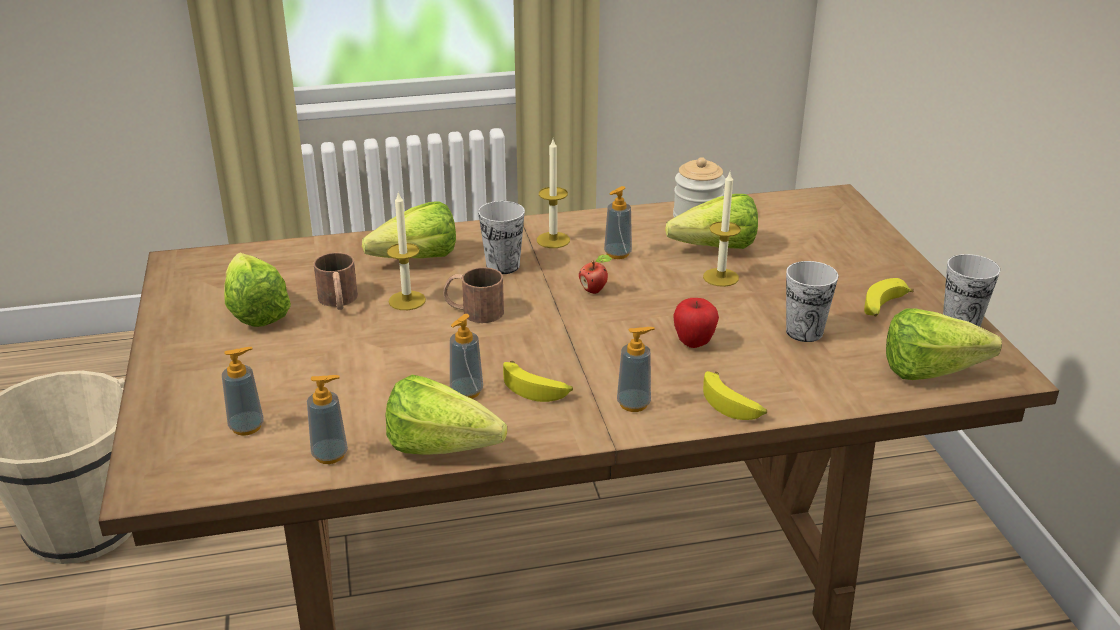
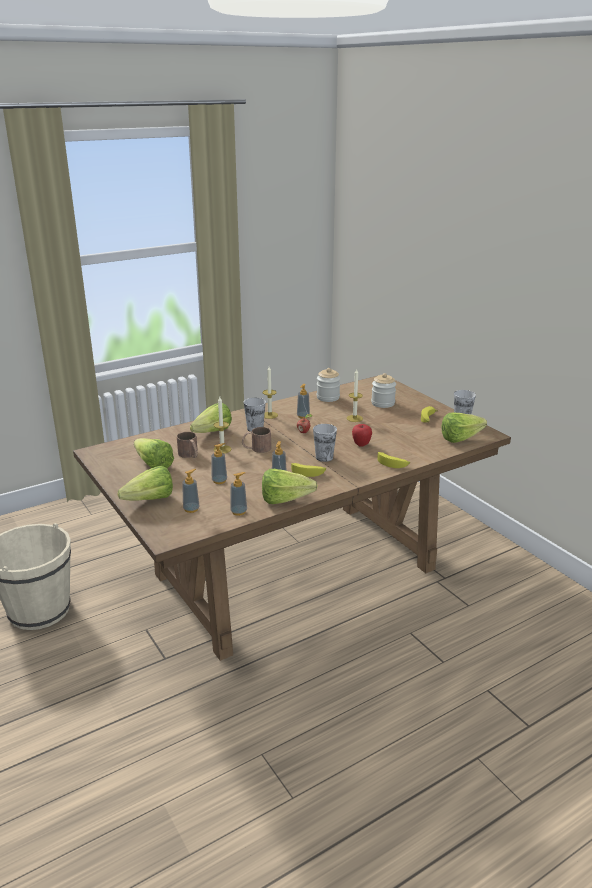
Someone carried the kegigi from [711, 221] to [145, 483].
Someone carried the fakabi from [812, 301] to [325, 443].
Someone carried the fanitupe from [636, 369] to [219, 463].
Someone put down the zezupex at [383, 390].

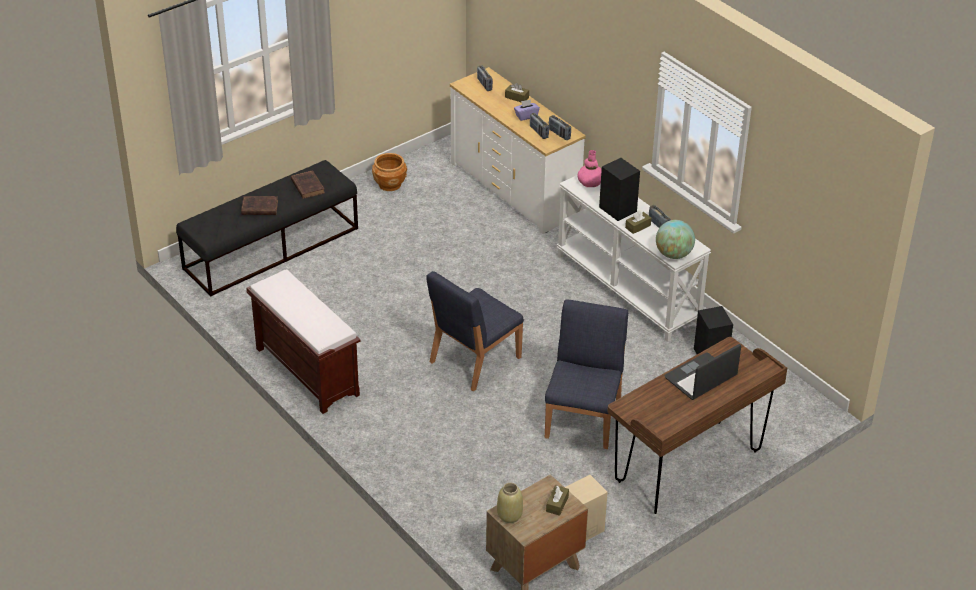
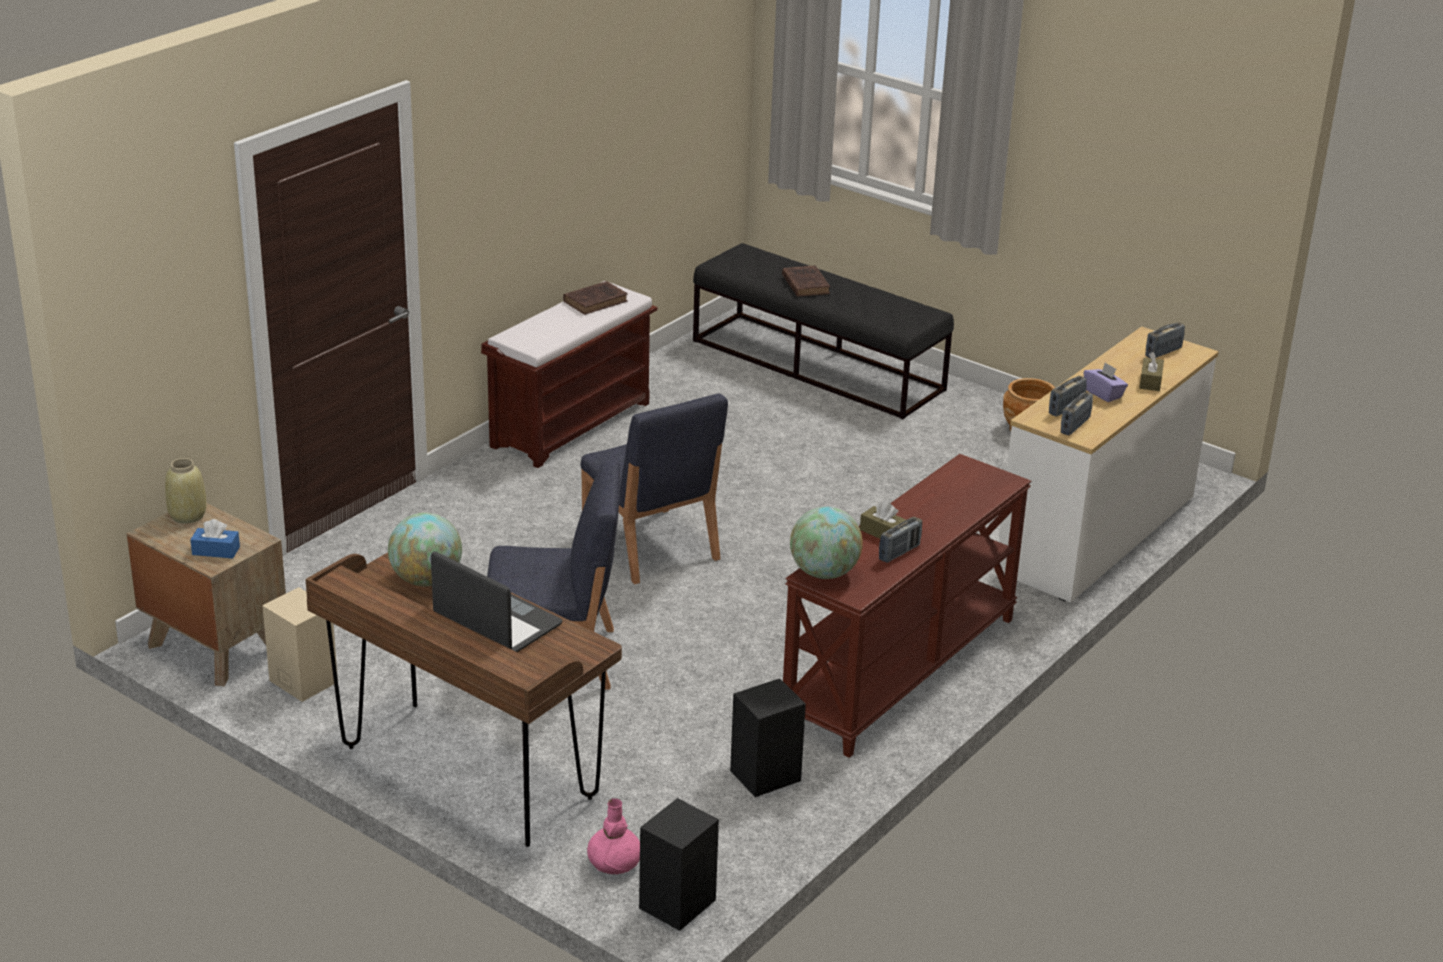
Someone carried the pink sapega from [590, 168] to [613, 836].
Someone carried the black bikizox from [619, 189] to [679, 864].
Someone carried the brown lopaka from [308, 184] to [595, 298].
Someone repainted the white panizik at [634, 258], which became the brown panizik at [907, 606].
Someone rotated the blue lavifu at [475, 331] by 150 degrees counterclockwise.
Someone repainted the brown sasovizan at [557, 500], which became the blue sasovizan at [215, 539].
Someone put down the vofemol at [425, 549].

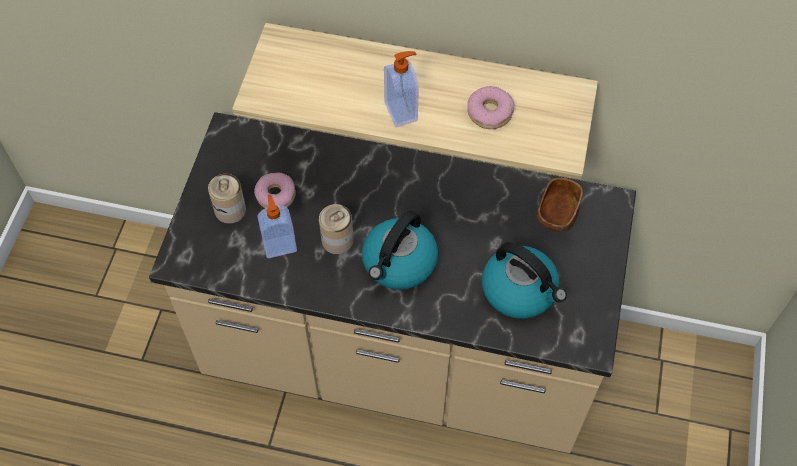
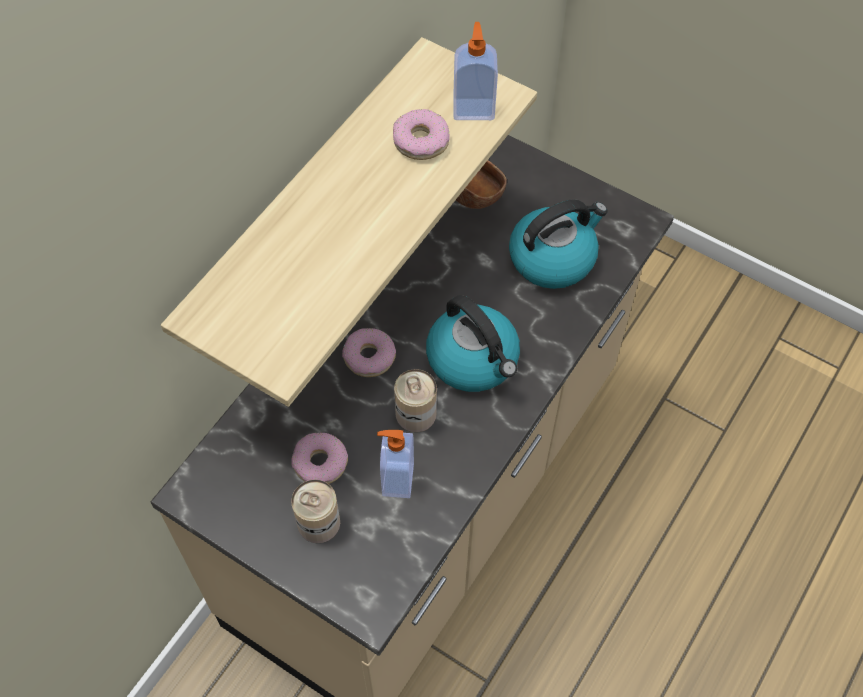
Someone carried the fanitupe from [401, 89] to [475, 71].
Someone put down the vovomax at [369, 352].

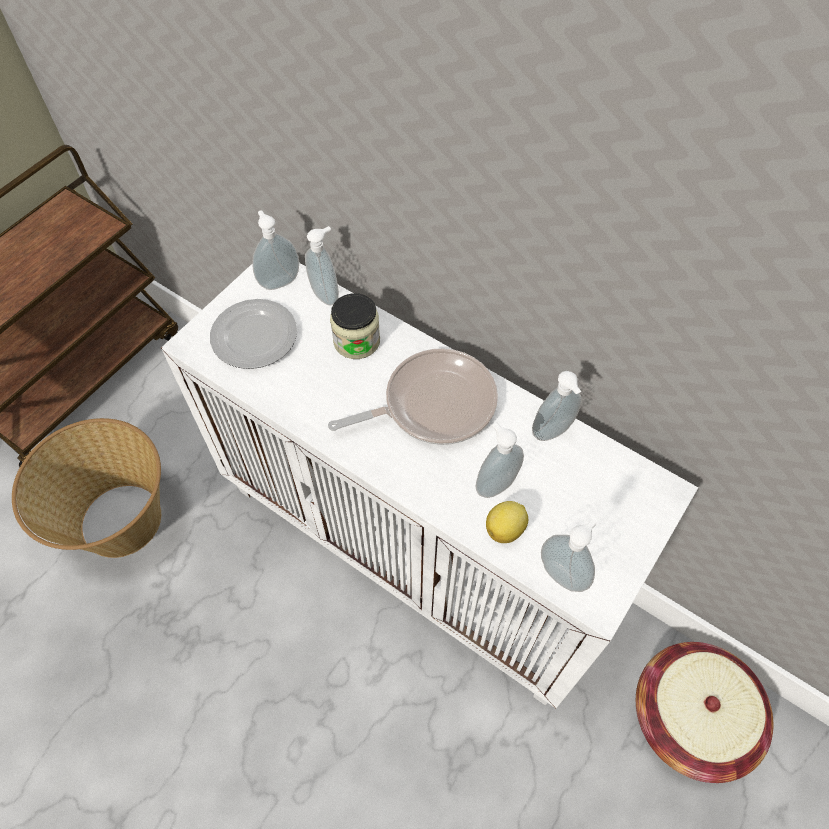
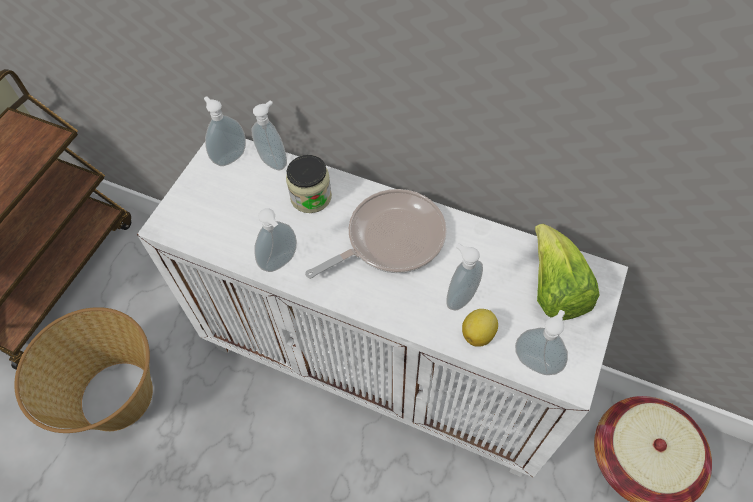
Someone took away the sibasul at [253, 334].
Someone carried the fanitupe from [556, 406] to [275, 240].
Someone put down the kegigi at [567, 272].

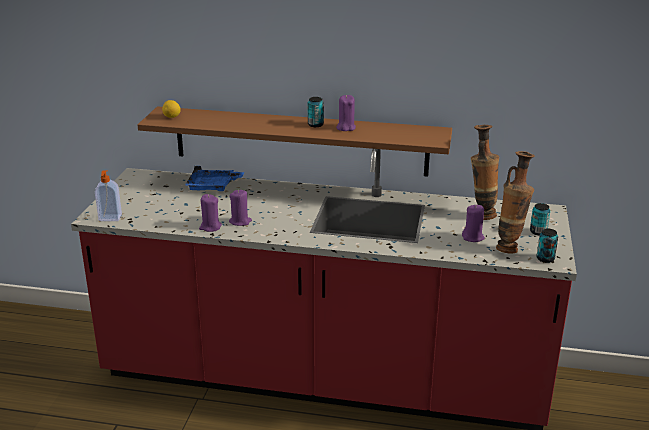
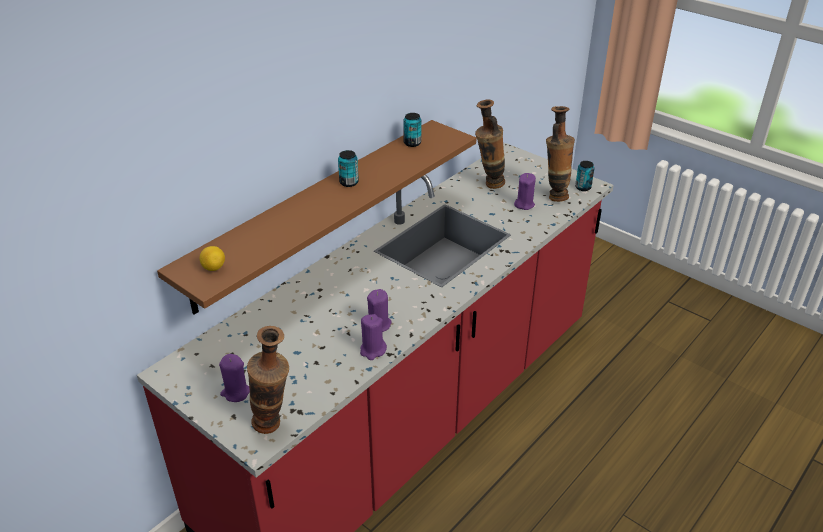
Someone carried the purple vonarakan from [346, 113] to [234, 378].
Someone took away the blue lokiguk at [214, 178].
Someone swapped the fanitupe at [108, 195] for the sapega at [268, 380].
Someone carried the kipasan from [540, 219] to [412, 130].

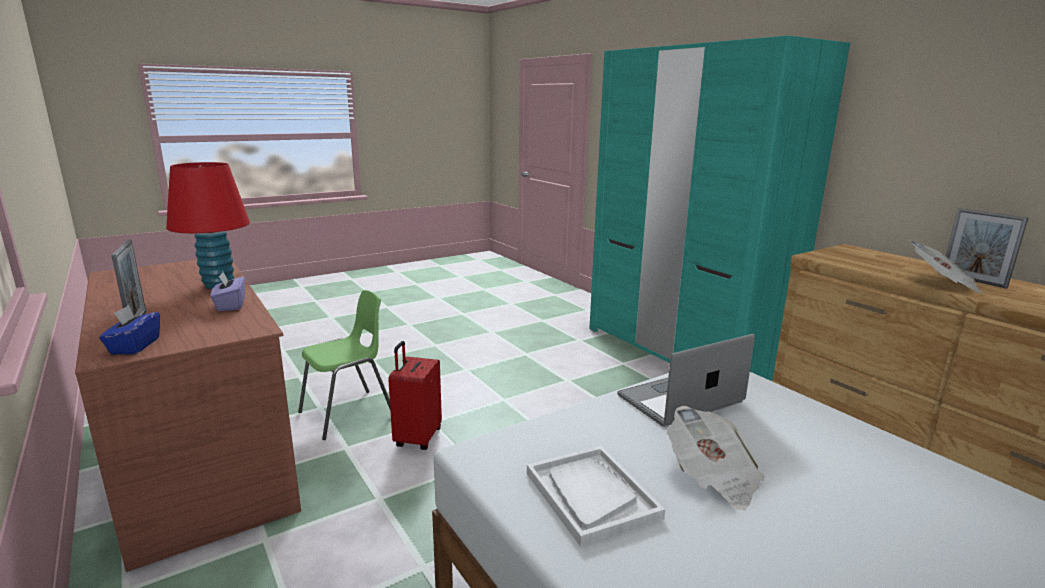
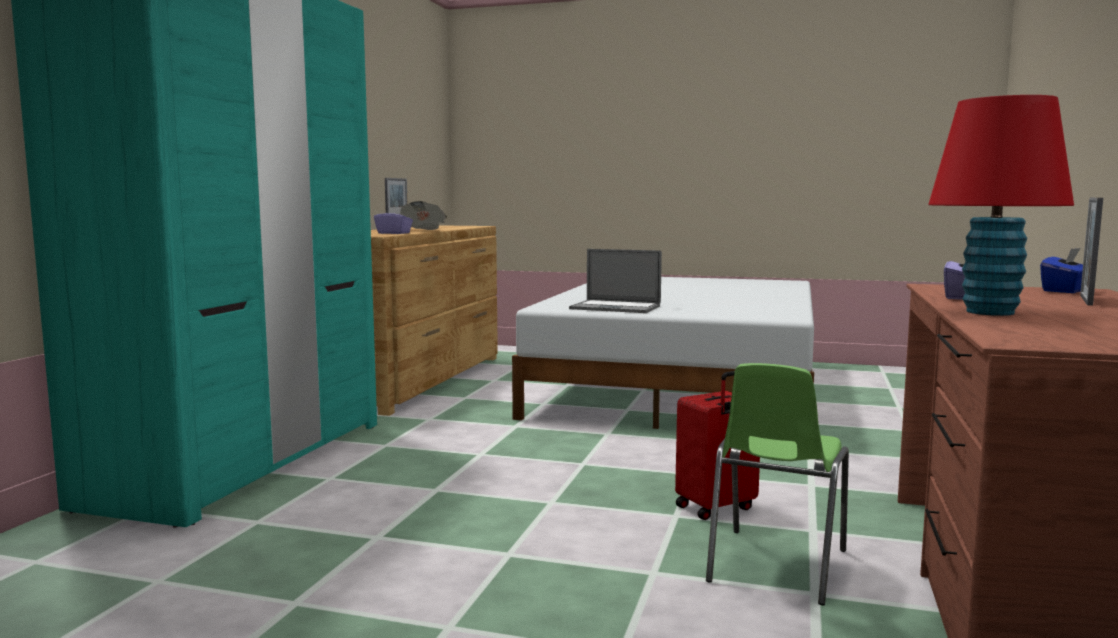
Someone rotated the green lavifu at [344, 365] by 75 degrees counterclockwise.
Someone took away the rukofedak at [716, 458].
Someone took away the white lokiguk at [596, 496].
Someone put down the purple sasovizan at [393, 220].

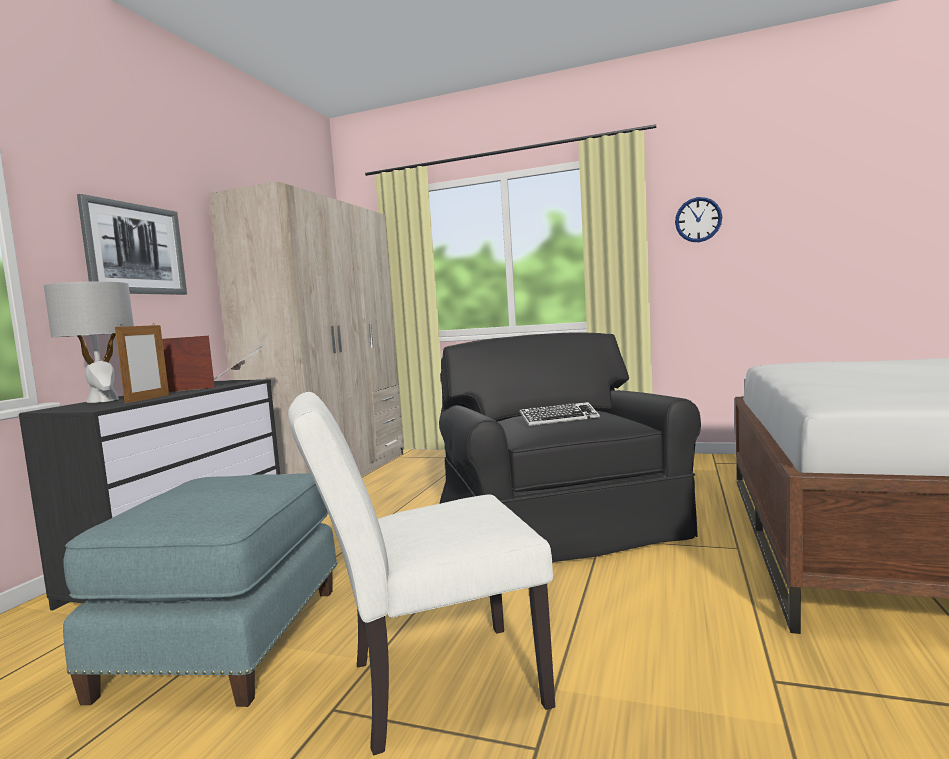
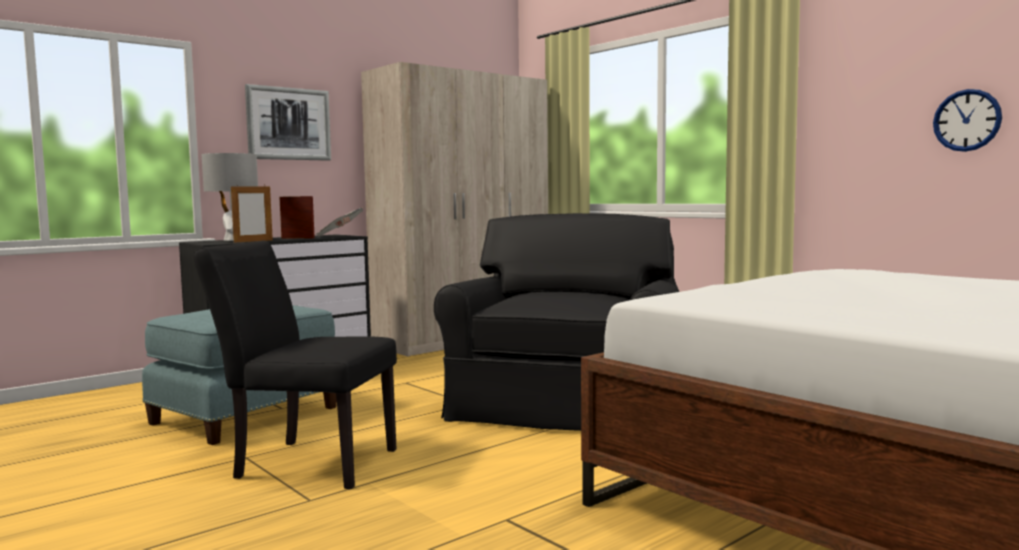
Someone carried the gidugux from [698, 219] to [967, 120].
Someone repainted the white lavifu at [421, 573], which became the black lavifu at [295, 365].
Someone took away the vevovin at [559, 414].

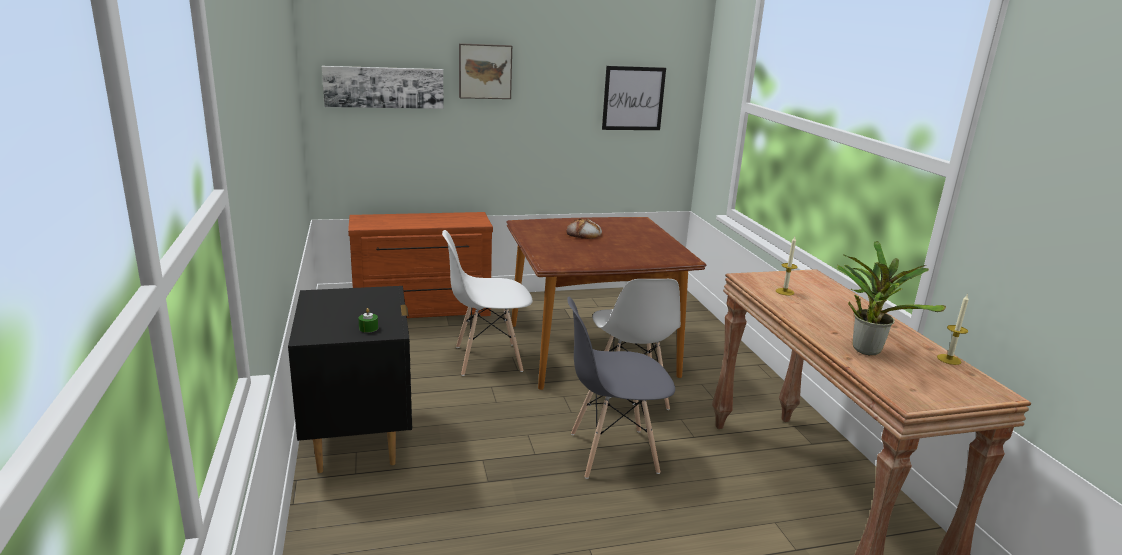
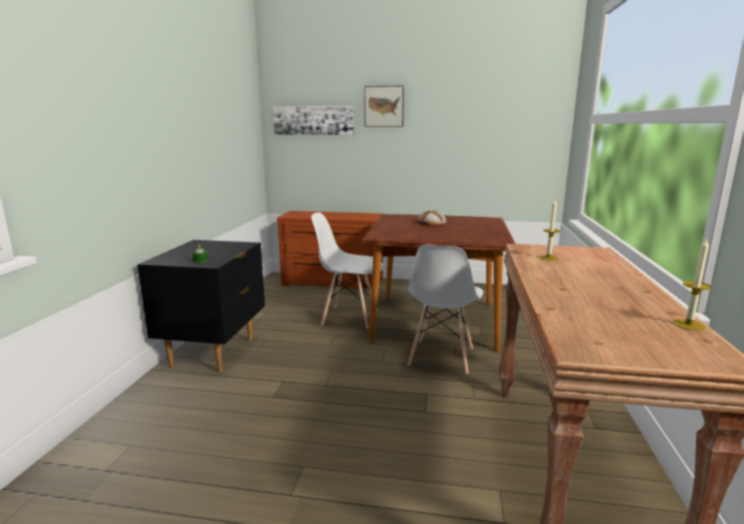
Someone took away the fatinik at [634, 98].
Someone took away the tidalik at [891, 298].
Someone took away the grey lavifu at [621, 387].

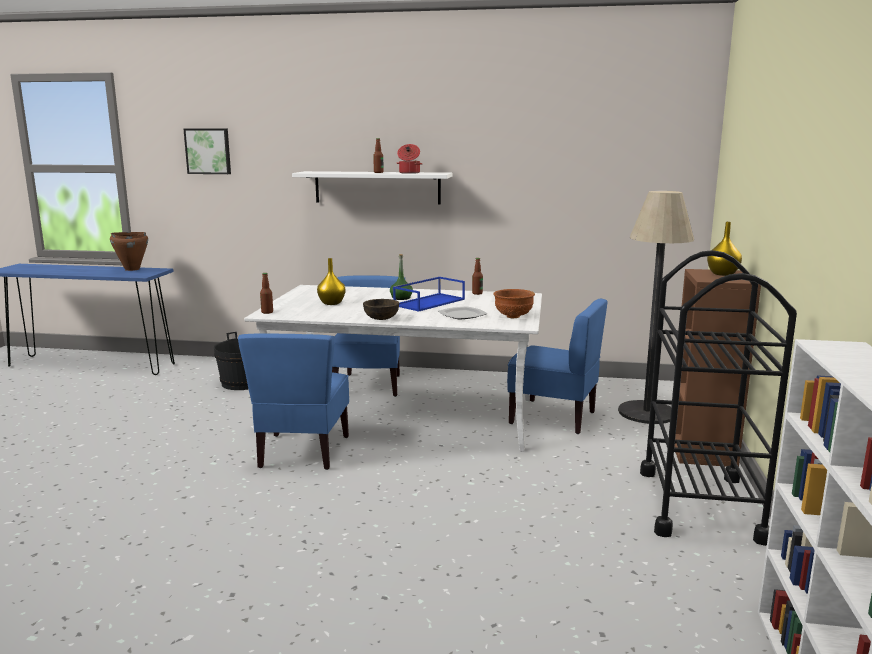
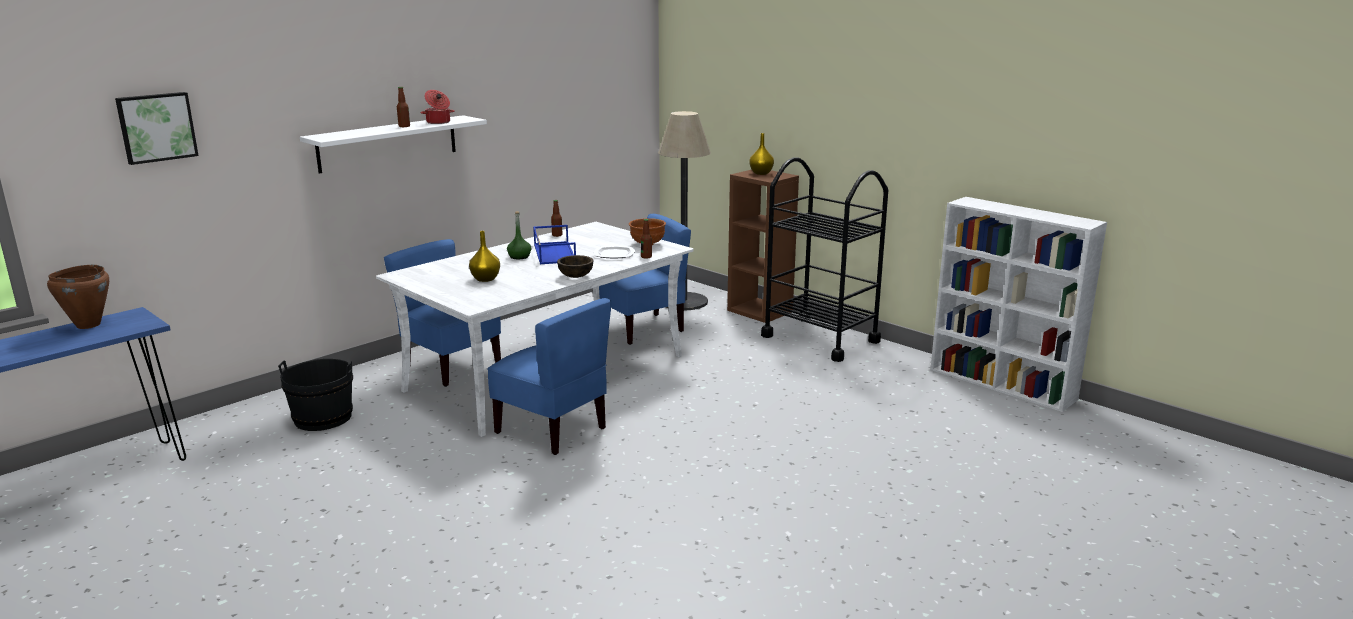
Someone carried the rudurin from [266, 293] to [646, 238].

